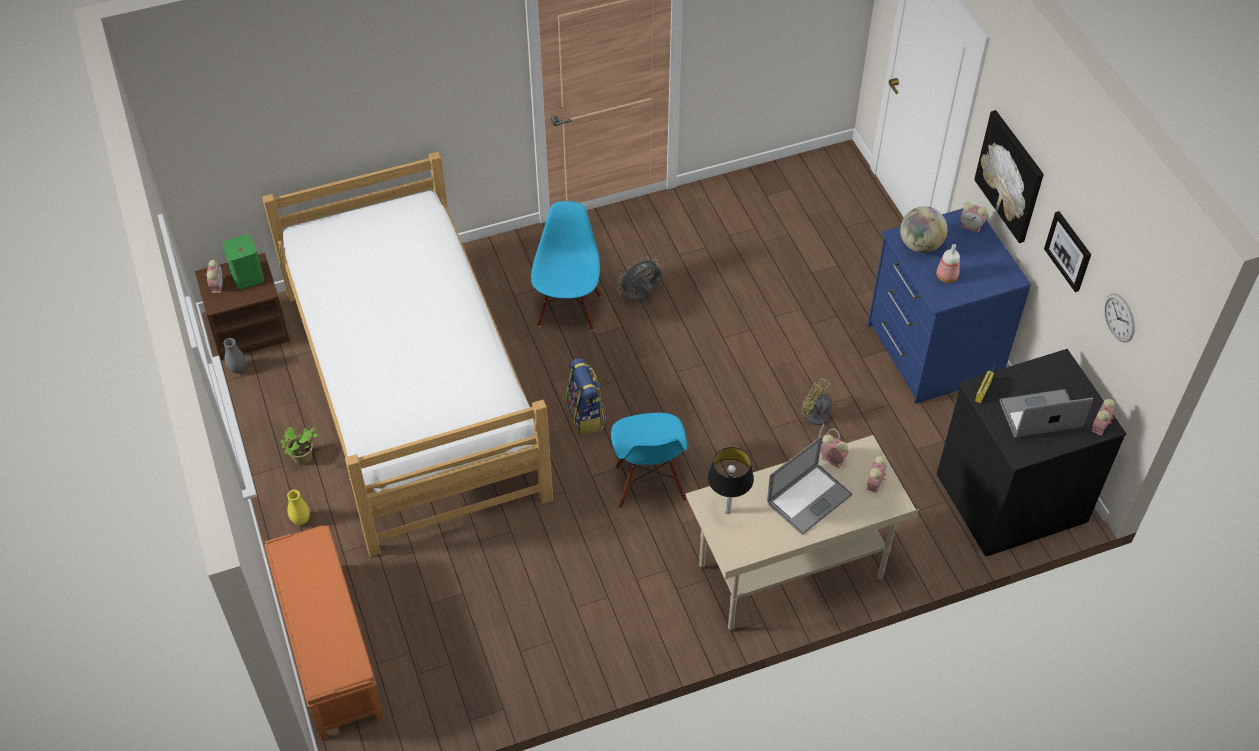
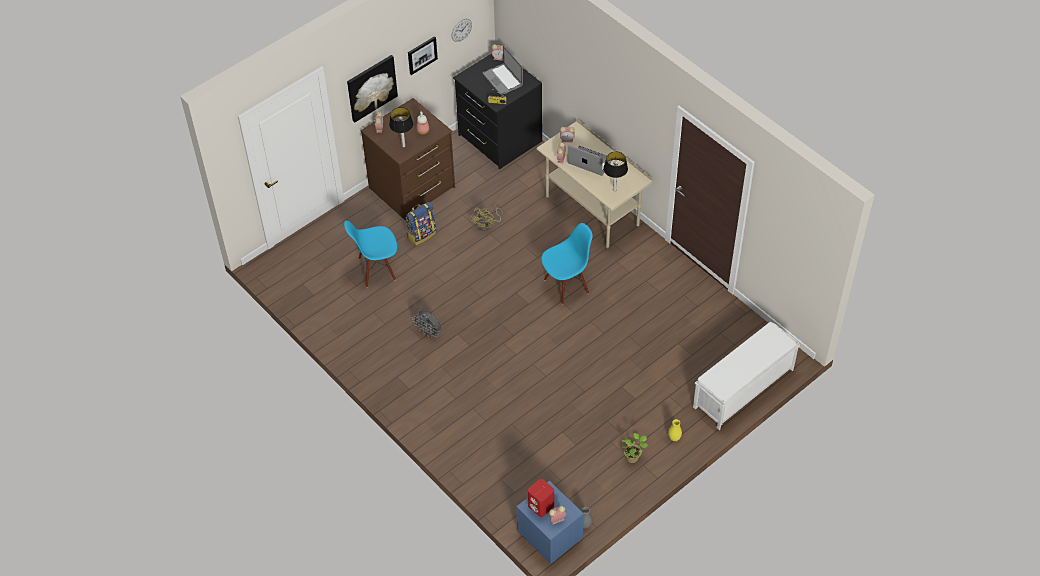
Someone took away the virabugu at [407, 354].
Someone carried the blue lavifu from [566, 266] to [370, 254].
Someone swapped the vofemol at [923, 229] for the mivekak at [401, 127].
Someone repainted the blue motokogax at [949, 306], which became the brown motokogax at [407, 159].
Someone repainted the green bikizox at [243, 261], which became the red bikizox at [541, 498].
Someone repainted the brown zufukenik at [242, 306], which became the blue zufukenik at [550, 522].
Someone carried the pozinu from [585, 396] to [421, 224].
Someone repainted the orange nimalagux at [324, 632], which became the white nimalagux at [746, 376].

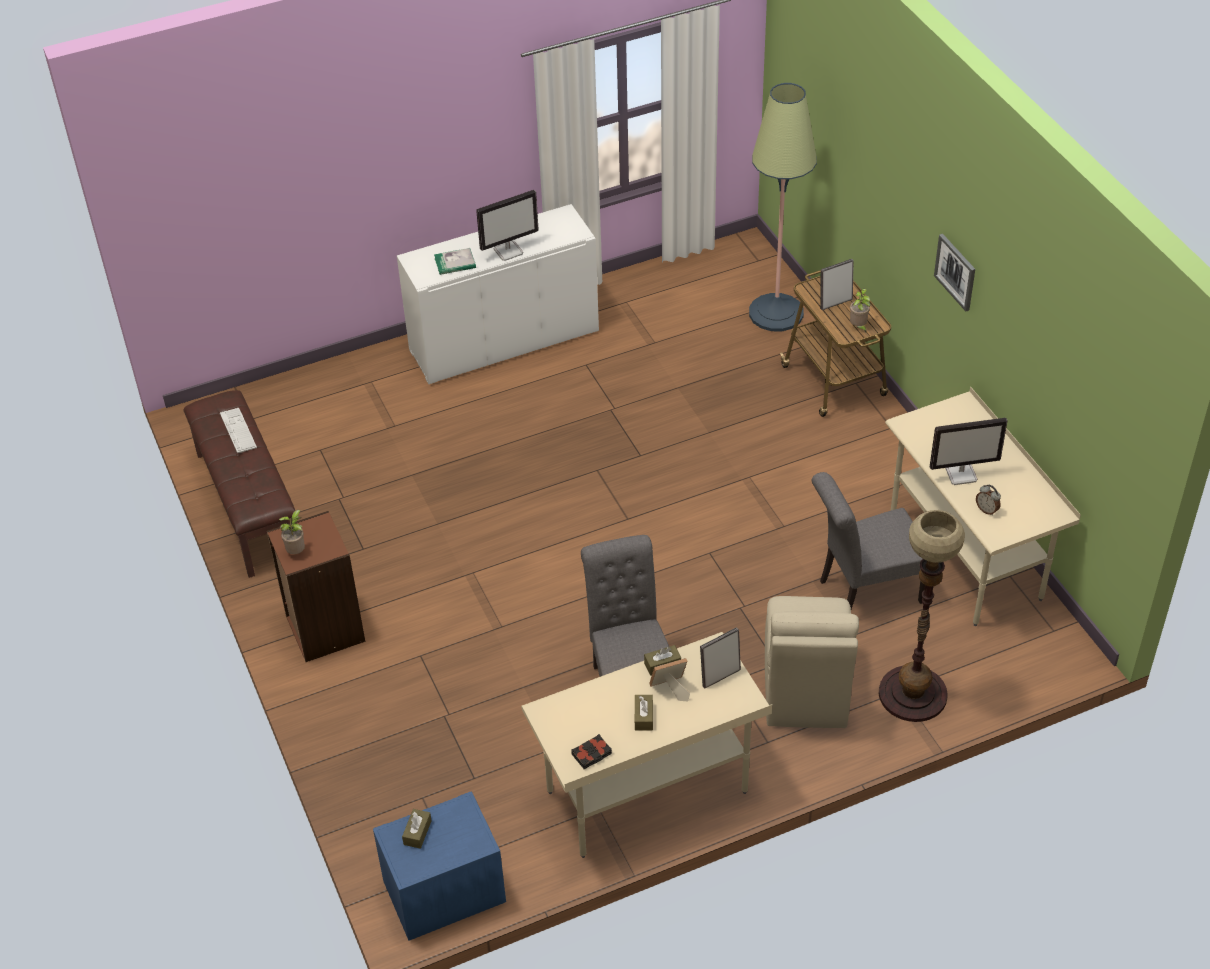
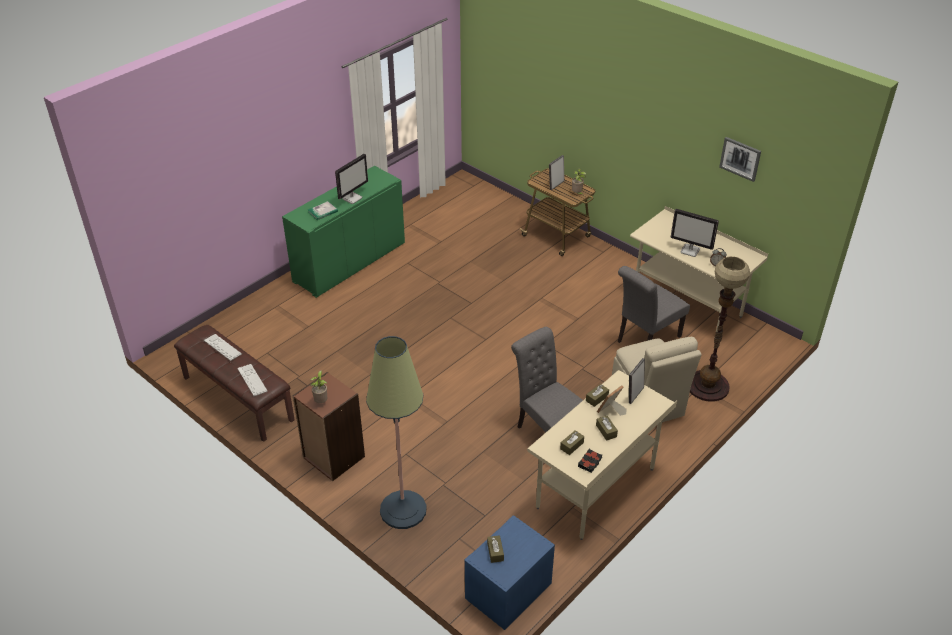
Someone carried the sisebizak from [783, 207] to [396, 432].
Someone repainted the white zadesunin at [498, 294], which became the green zadesunin at [343, 232].
Someone carried the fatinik from [954, 272] to [740, 159].
Someone rotated the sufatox at [969, 451] by 60 degrees clockwise.
Someone put down the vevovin at [252, 380].
Someone put down the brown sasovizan at [572, 442].

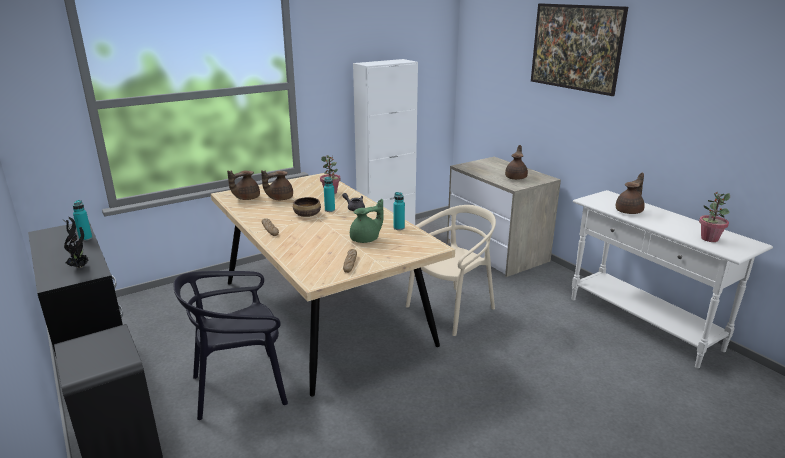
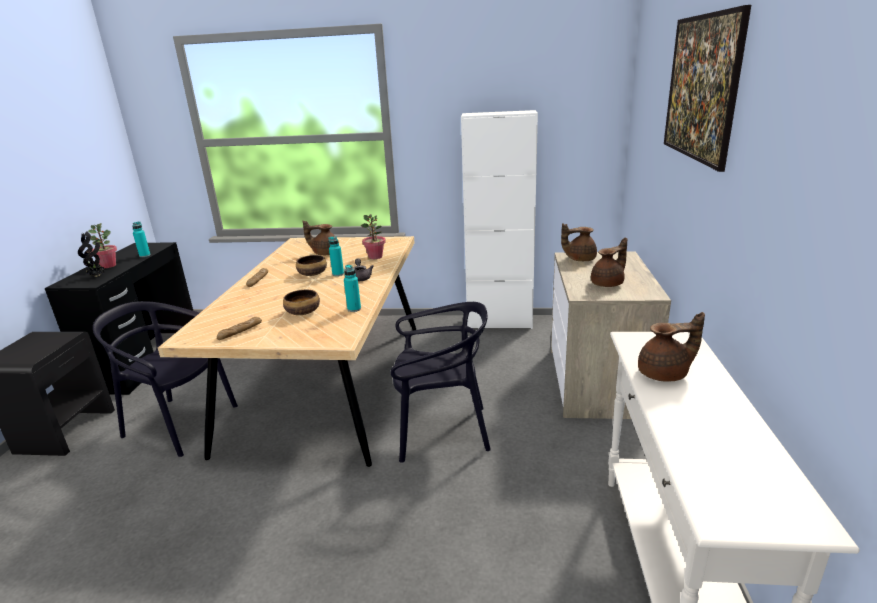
Someone carried the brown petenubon from [243, 185] to [579, 242].
Someone carried the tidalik from [714, 217] to [102, 245].
Someone swapped the green petenubon at [367, 221] for the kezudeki at [301, 302].
Someone repainted the beige lavifu at [451, 270], which became the black lavifu at [441, 382].

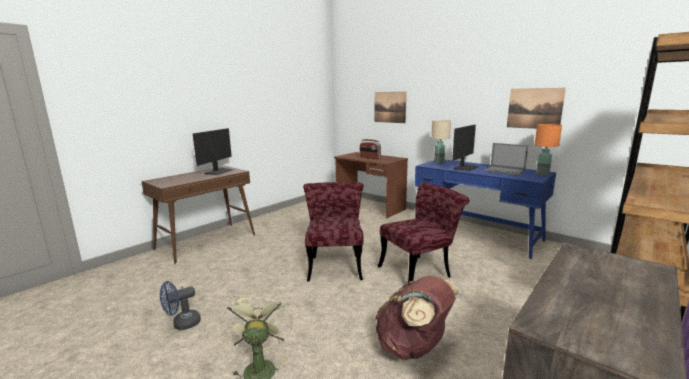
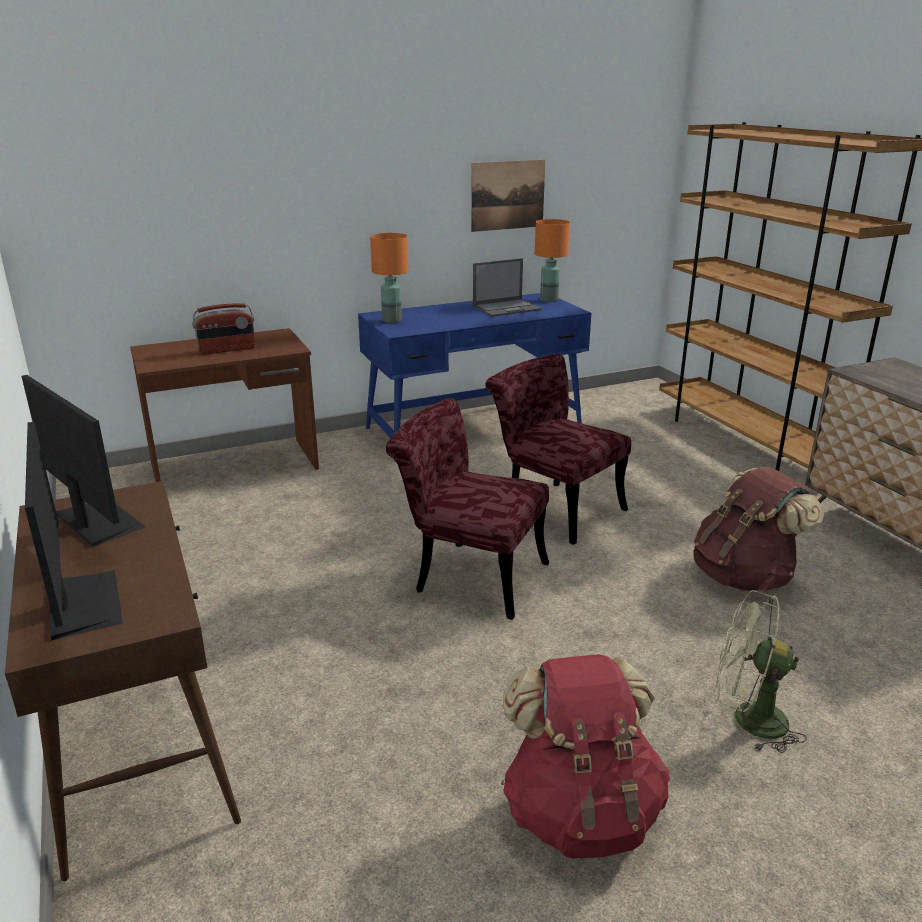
Someone took away the fatinik at [390, 107].
Someone repainted the beige mivekak at [441, 142], which became the orange mivekak at [389, 278].
Someone carried the sufatox from [465, 148] to [74, 531].
Someone rotated the red lavifu at [423, 233] by 45 degrees counterclockwise.
Someone swapped the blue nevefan at [180, 305] for the red pozinu at [585, 756].

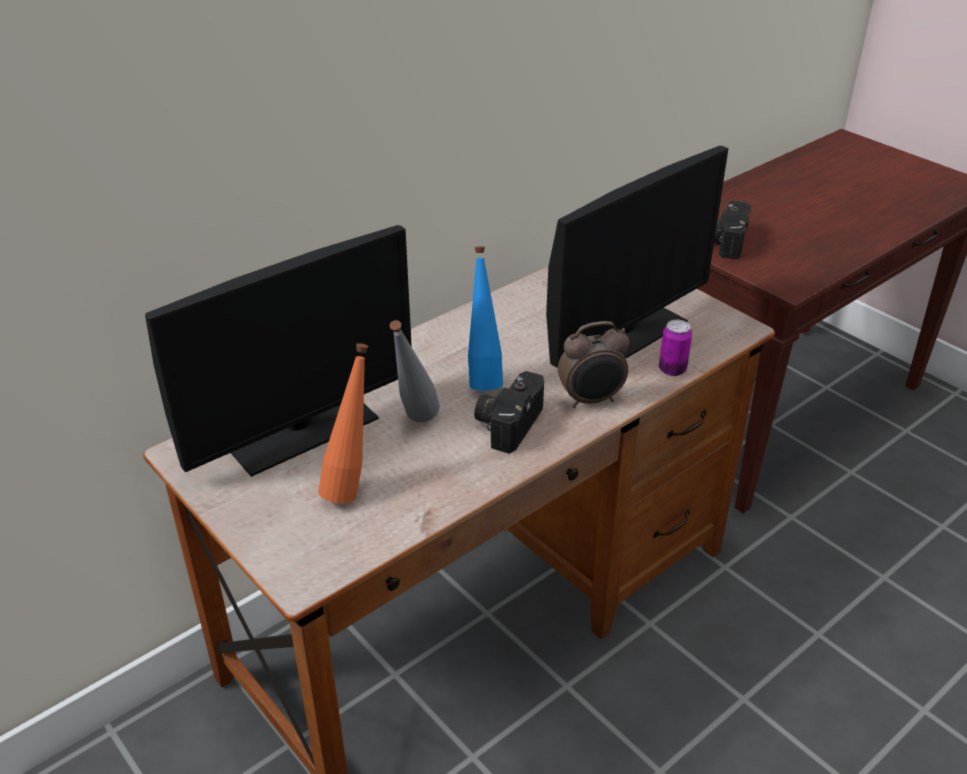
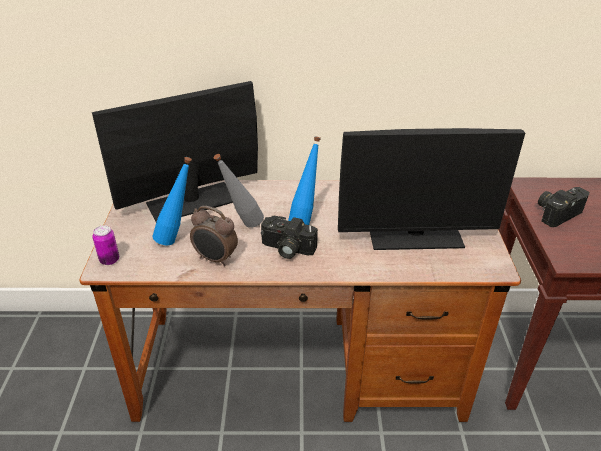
Someone rotated the sufatox at [278, 351] by 150 degrees clockwise.
Someone carried the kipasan from [675, 348] to [106, 245].
Someone carried the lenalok from [593, 364] to [214, 236].
Someone repainted the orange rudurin at [343, 423], which became the blue rudurin at [172, 201].
Someone rotated the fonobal at [509, 412] by 135 degrees counterclockwise.

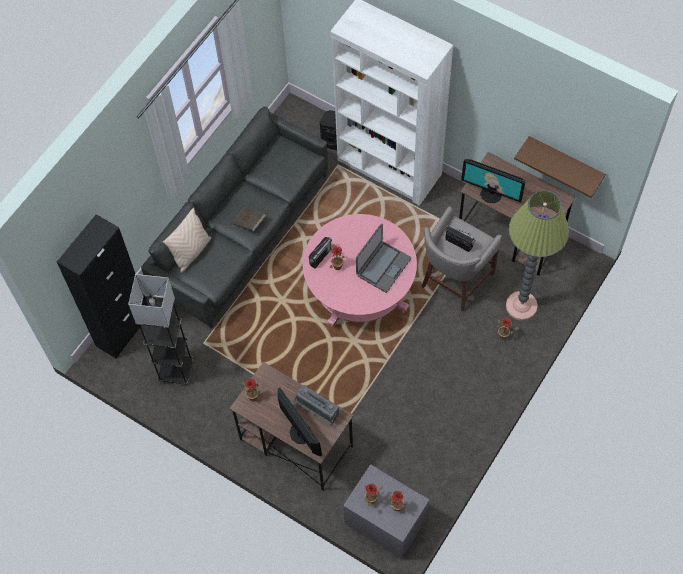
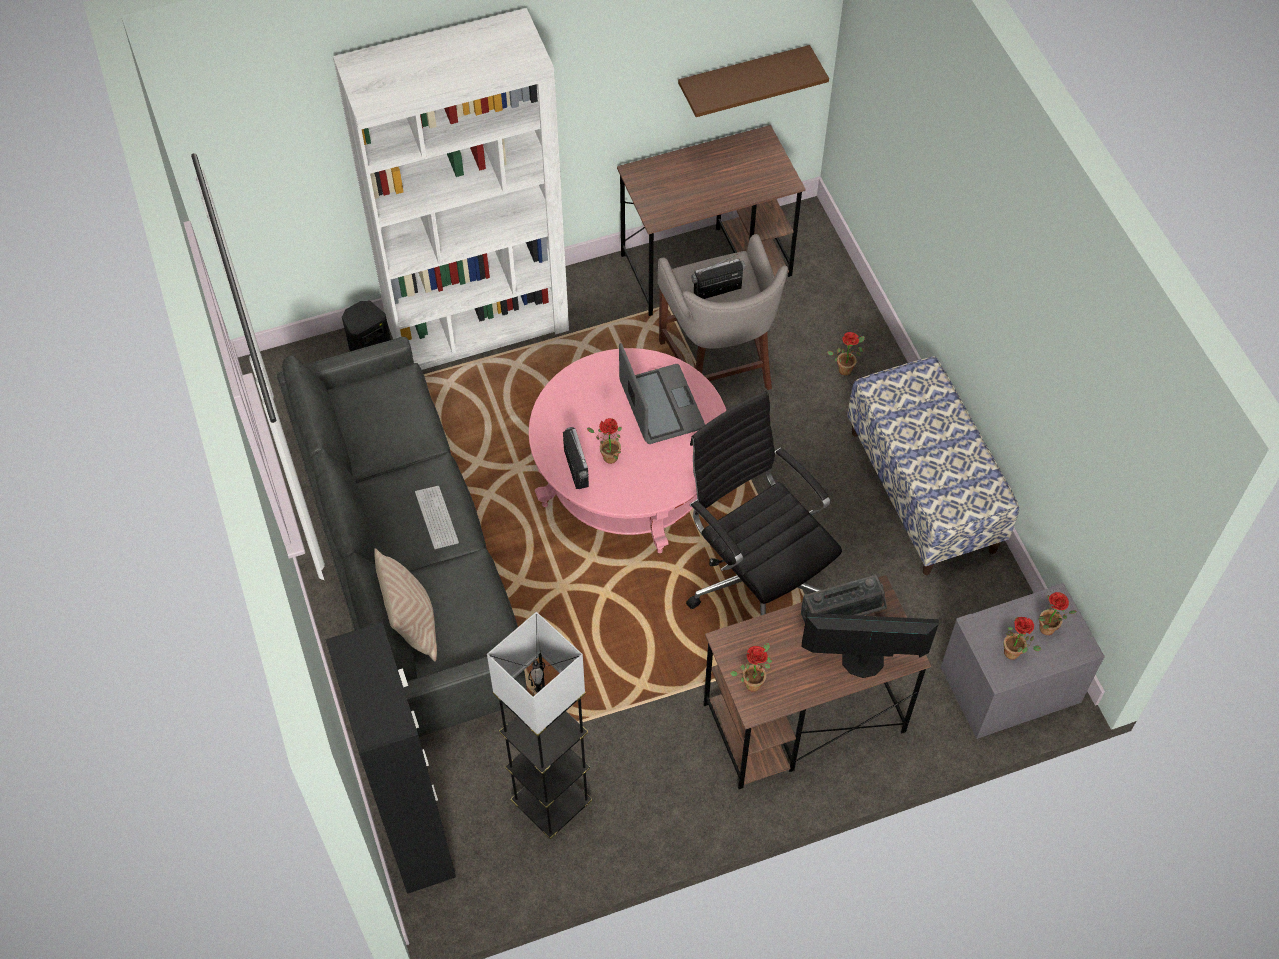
Someone took away the sufatox at [493, 181].
Someone took away the sisebizak at [537, 255].
Someone swapped the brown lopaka at [249, 219] for the vevovin at [437, 517].
Someone put down the nimalagux at [933, 465].
Someone put down the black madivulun at [764, 503].

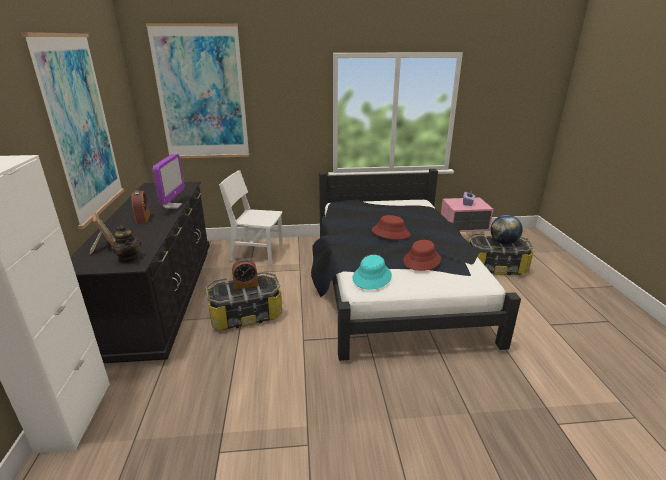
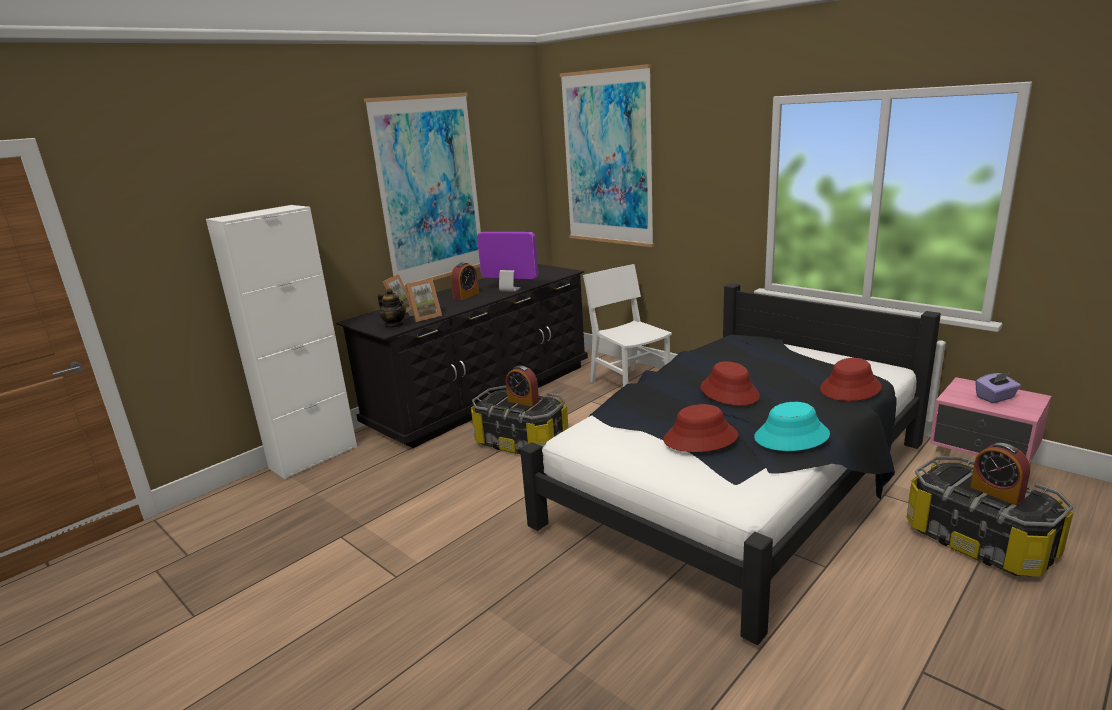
Someone rotated the sufatox at [168, 181] by 120 degrees counterclockwise.
Someone swapped the vofemol at [506, 229] for the lenalok at [1000, 474].
Someone rotated the petenubon at [126, 243] by 60 degrees counterclockwise.
Someone carried the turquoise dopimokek from [372, 272] to [792, 426].
Someone put down the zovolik at [424, 300].
Someone put down the red dopimokek at [851, 379].

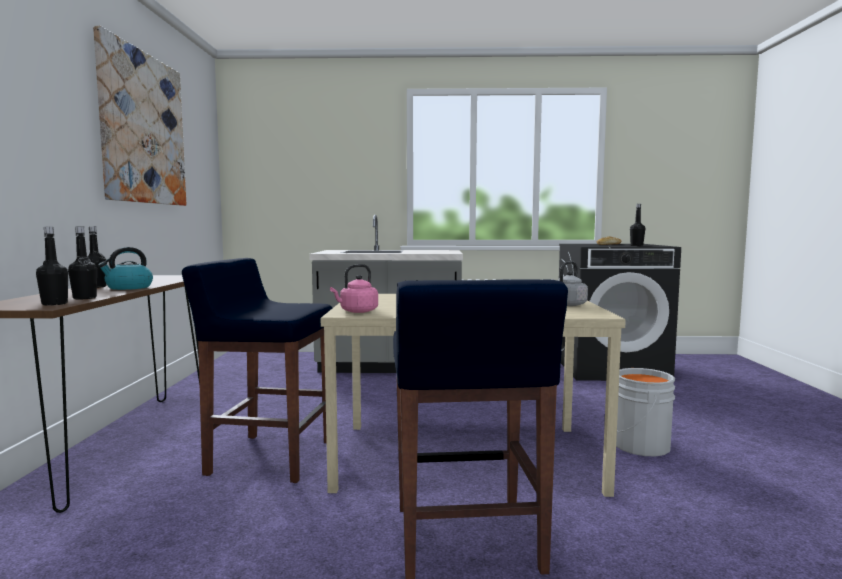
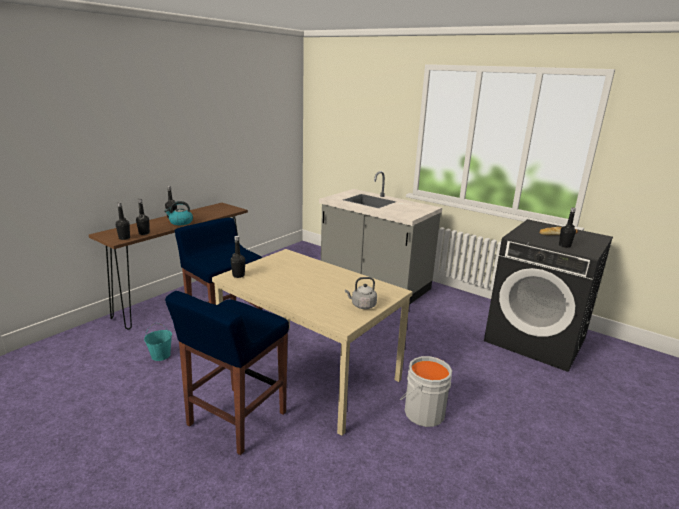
Someone took away the fatinik at [140, 116].
Someone swapped the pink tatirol at [354, 288] for the black rudurin at [237, 257].
Someone put down the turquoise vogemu at [158, 342].

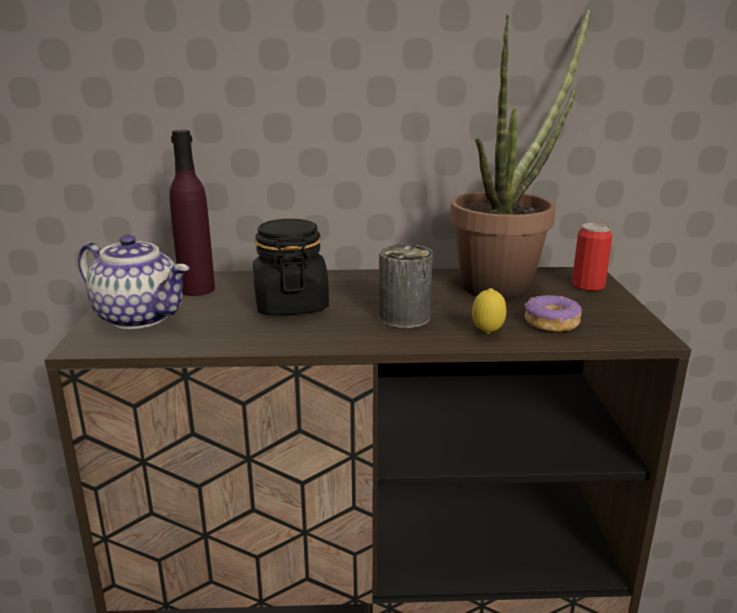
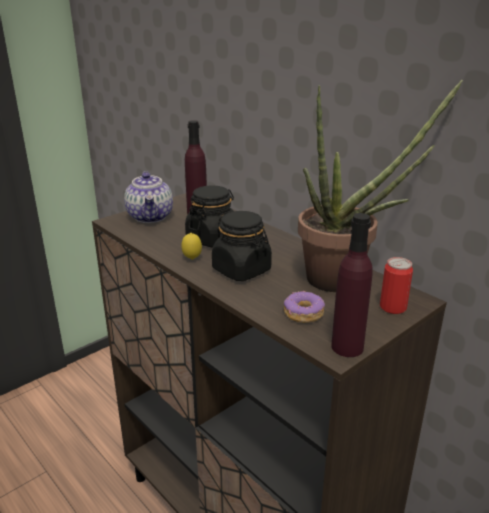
Someone swapped the kipasan at [406, 286] for the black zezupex at [242, 246].
Someone carried the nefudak from [489, 311] to [192, 246].
Someone put down the purple rudurin at [352, 285].

